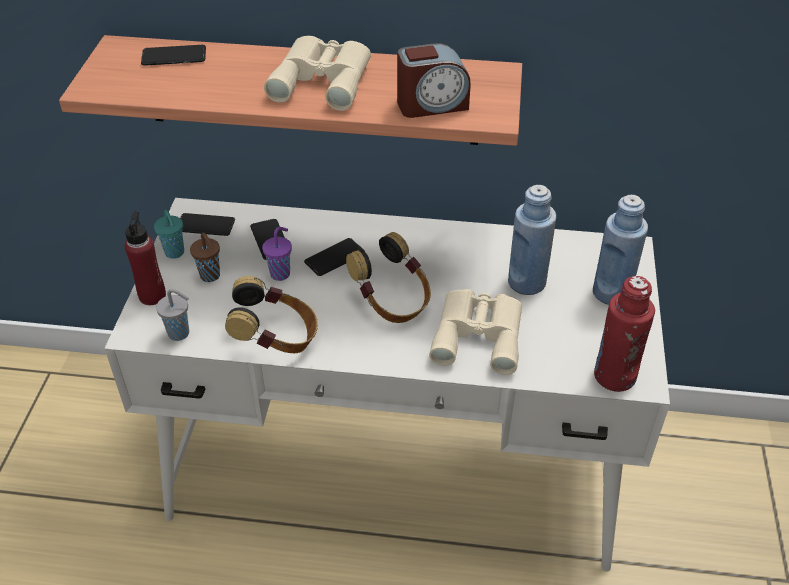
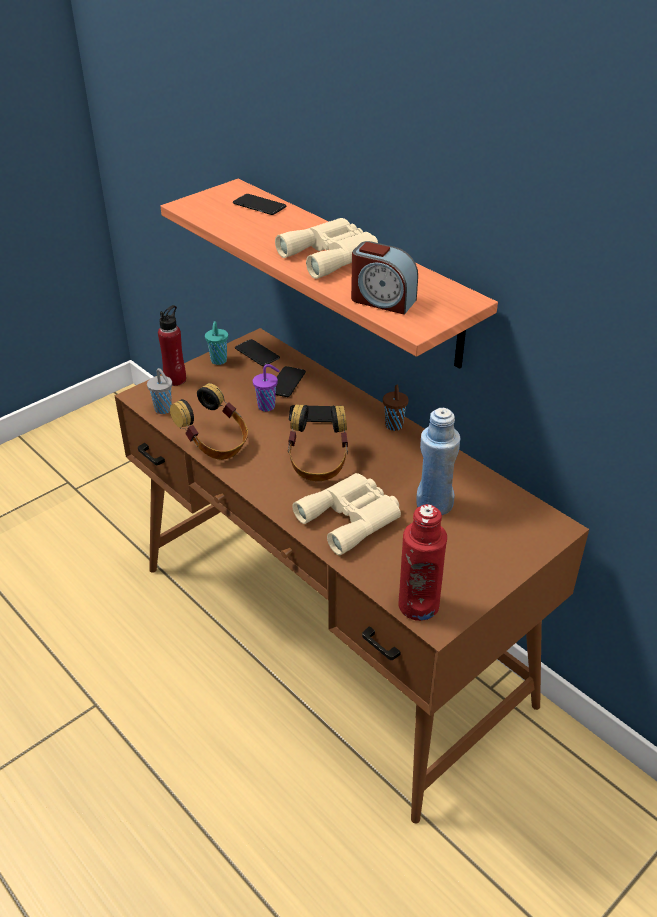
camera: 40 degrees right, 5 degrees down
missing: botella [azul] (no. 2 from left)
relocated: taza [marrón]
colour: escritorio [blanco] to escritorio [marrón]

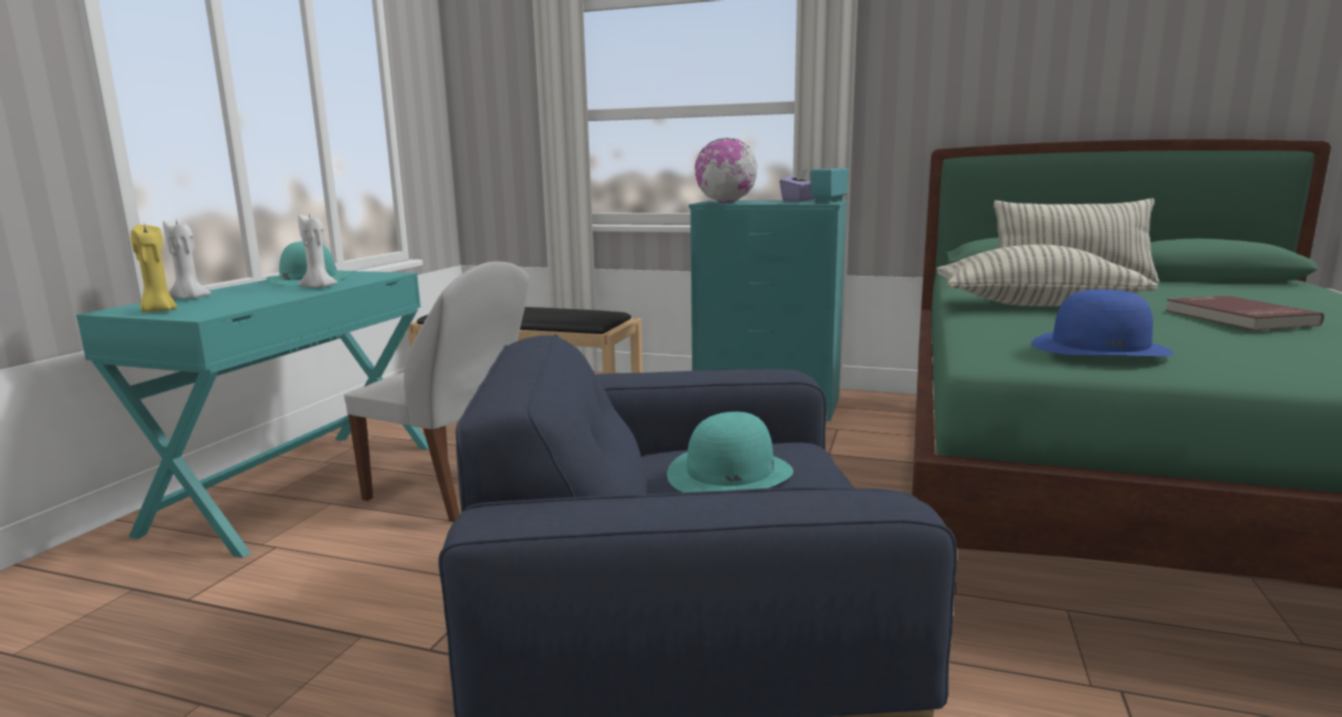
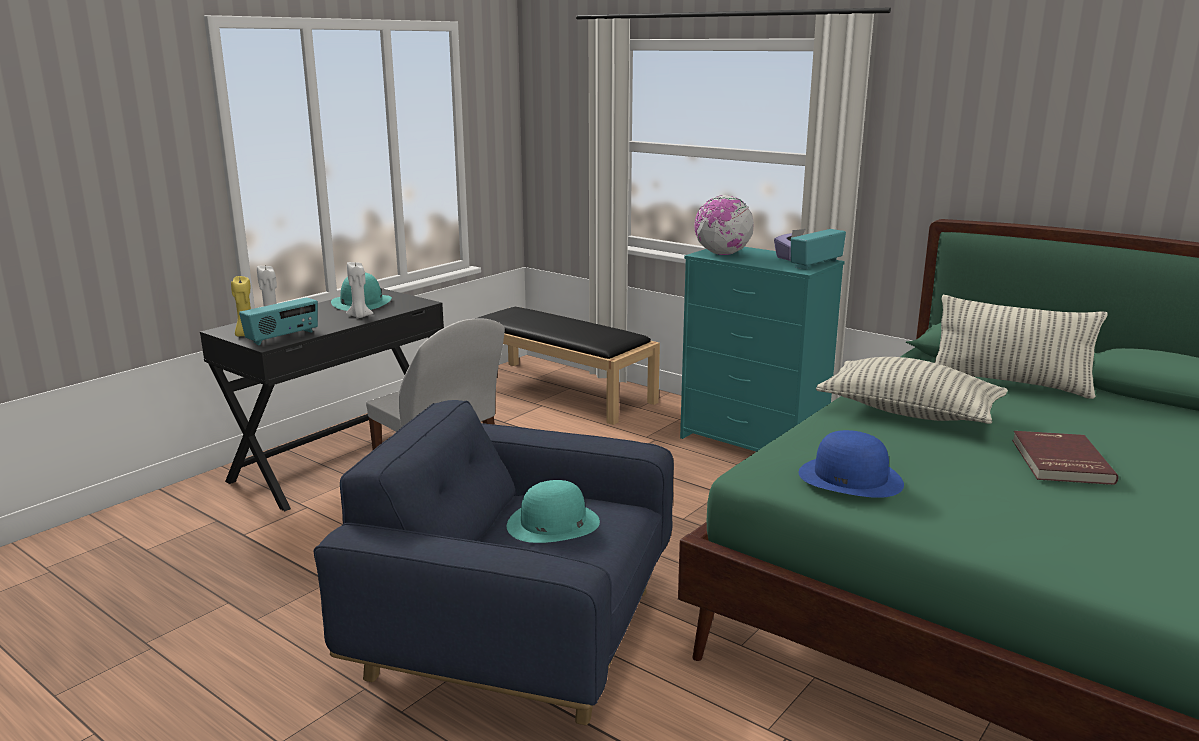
camera: 20 degrees right, 5 degrees up
appeared: radio (no. 1 from left)
colour: escritorio [turquesa] to escritorio [negro]

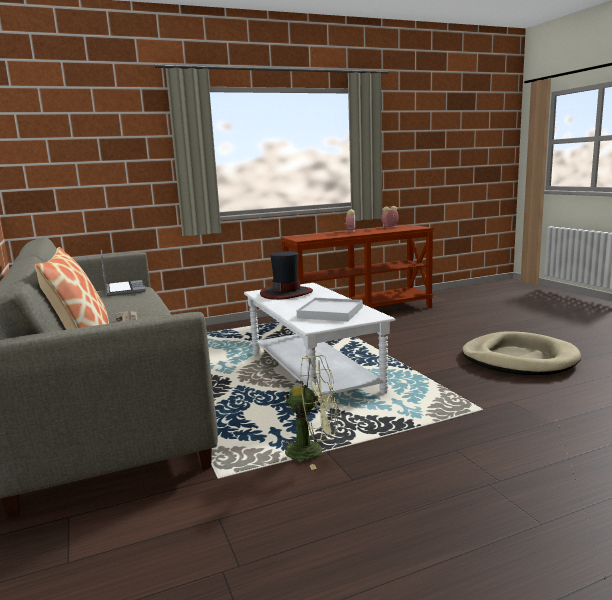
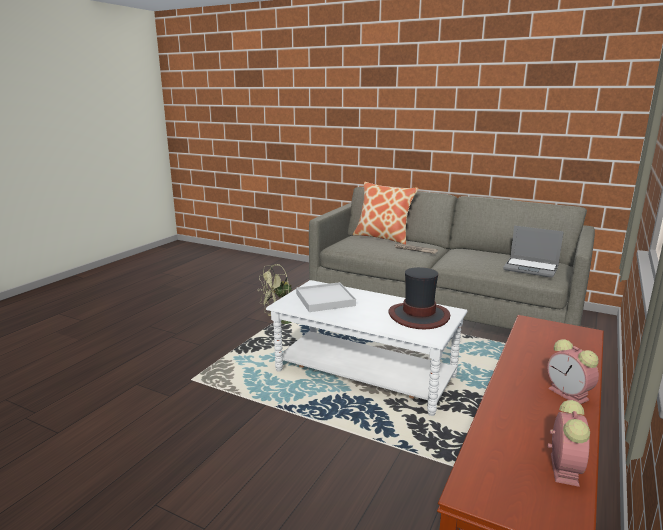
camera: 140 degrees right, 5 degrees up
missing: cama para perro [beis]

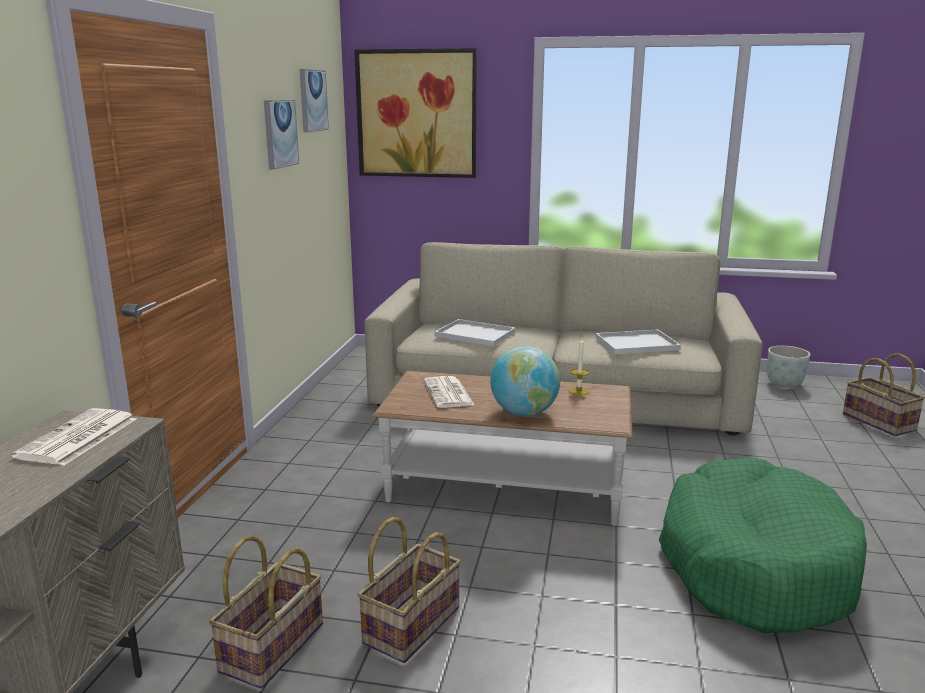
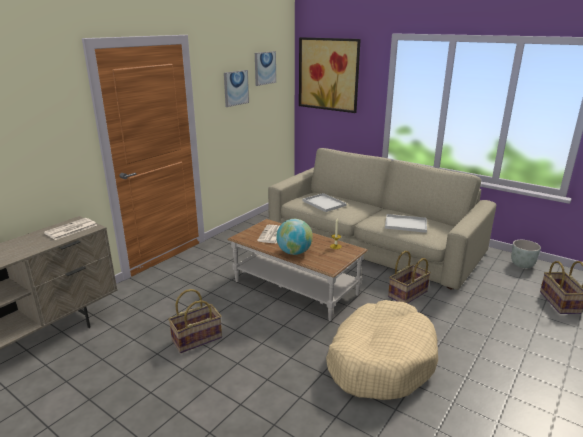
camera: 25 degrees right, 5 degrees up
relocated: cesta (no. 1 from left in the first image) to cesta (no. 2 from left)
colour: cama para perro [verde] to cama para perro [beis]

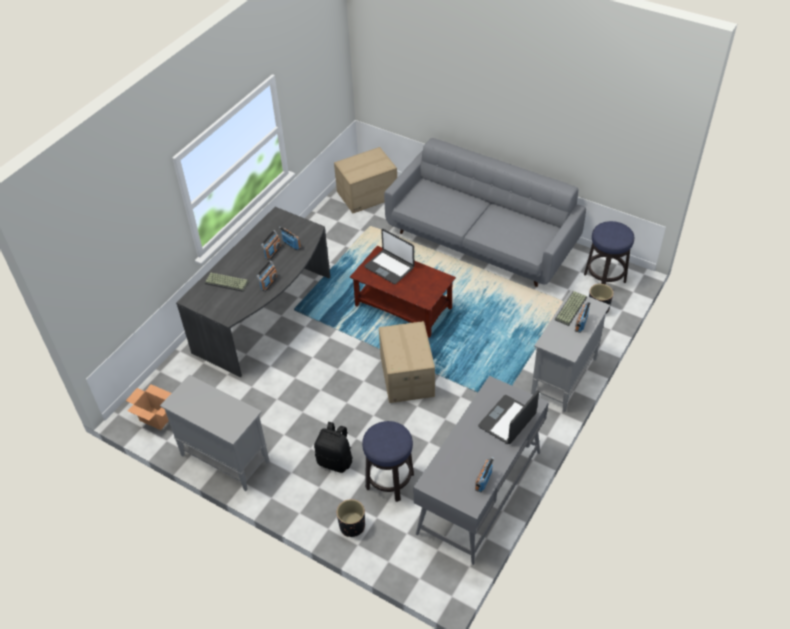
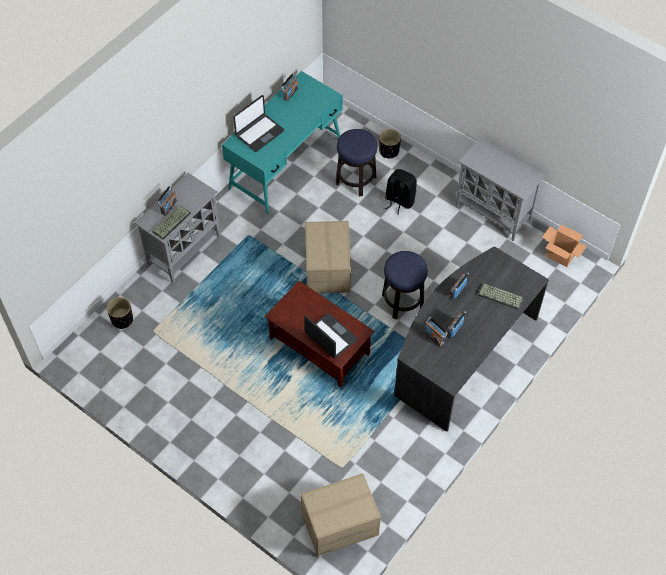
camera: 175 degrees left, 10 degrees up
missing: sofá [gris]
relocated: taburete (no. 2 from left)
colour: escritorio [gris] (no. 2 from left) to escritorio [turquesa]

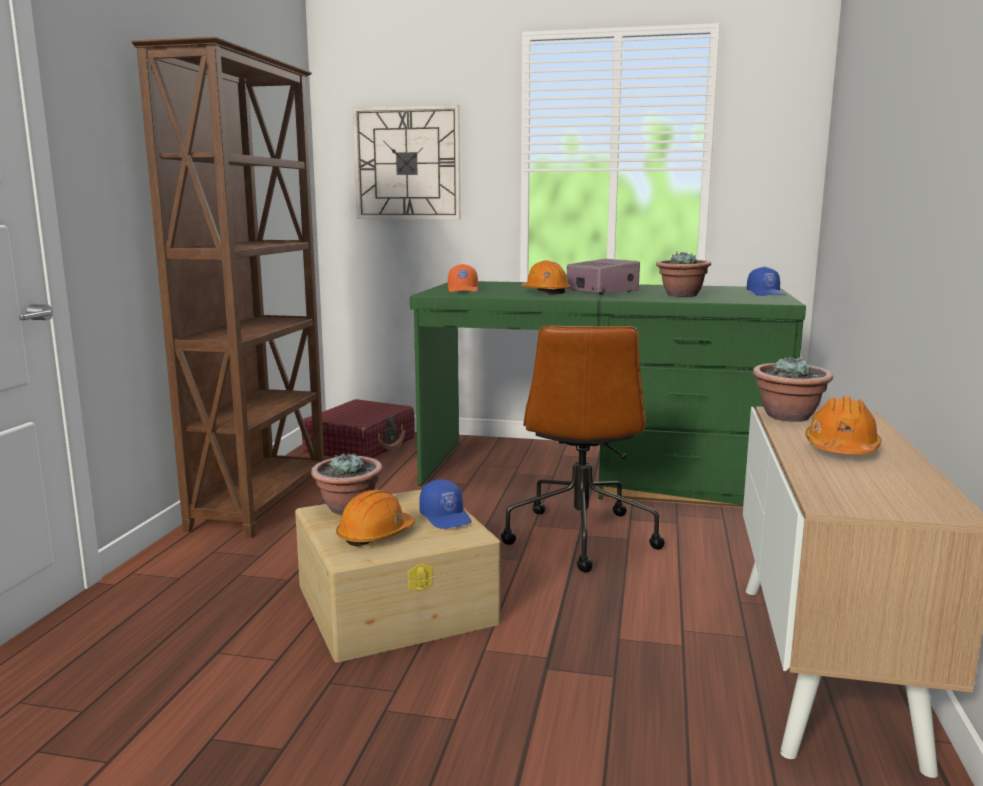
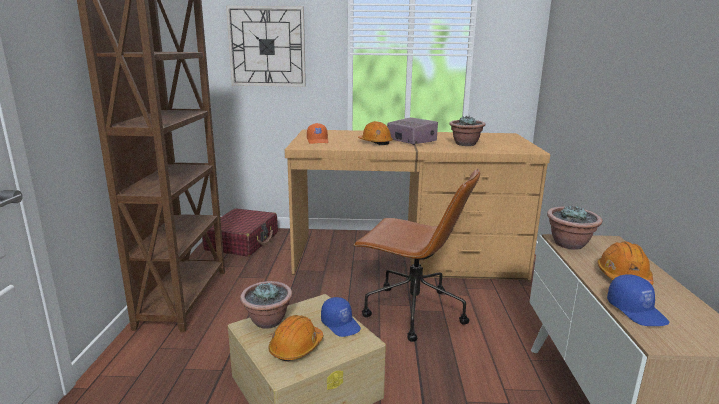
camera: 10 degrees left, 5 degrees up
relocated: gorra [azul] (no. 2 from left)
colour: escritorio [verde] to escritorio [marrón]
spun: silla de oficina [marrón] 60 degrees counterclockwise

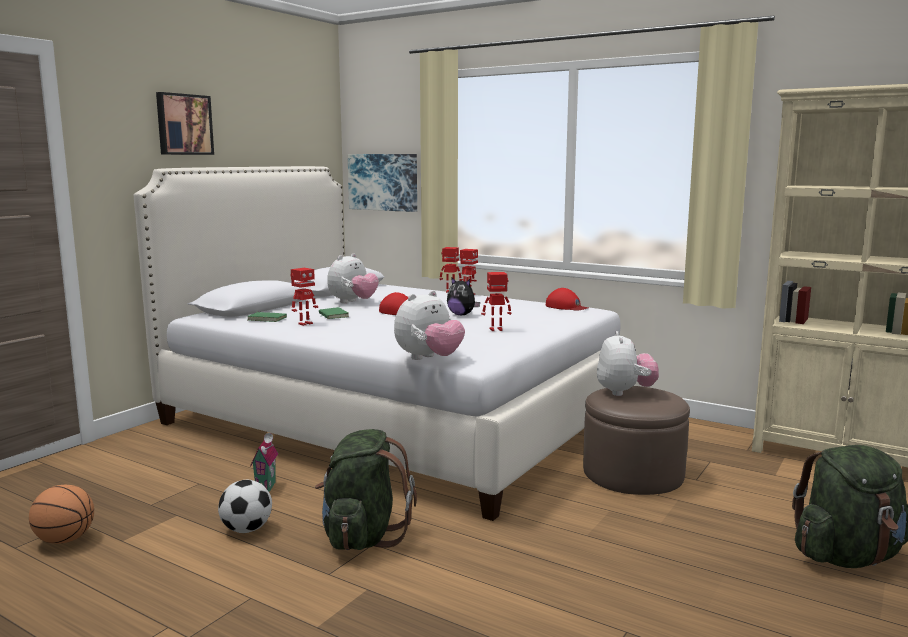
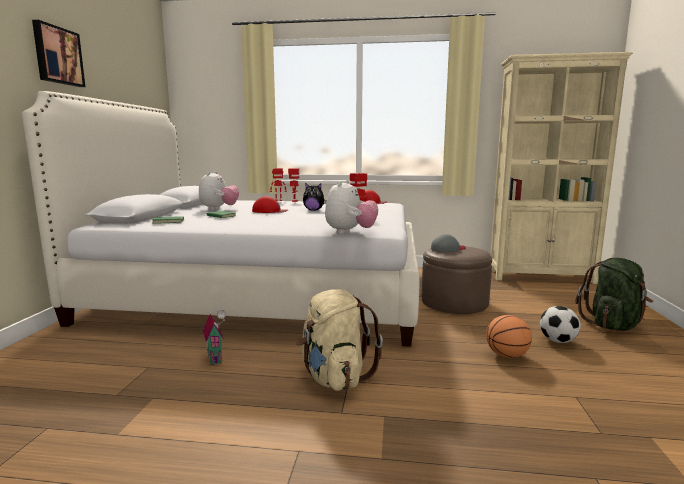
camera: 25 degrees left, 0 degrees up
missing: robot de juguete (no. 1 from left); cuadro (no. 2 from left)
relocated: balón de baloncesto; balón de fútbol
exchanged: peluche (no. 4 from left) to gorra [gris]
colour: mochila [verde] (no. 1 from left) to mochila [beis]

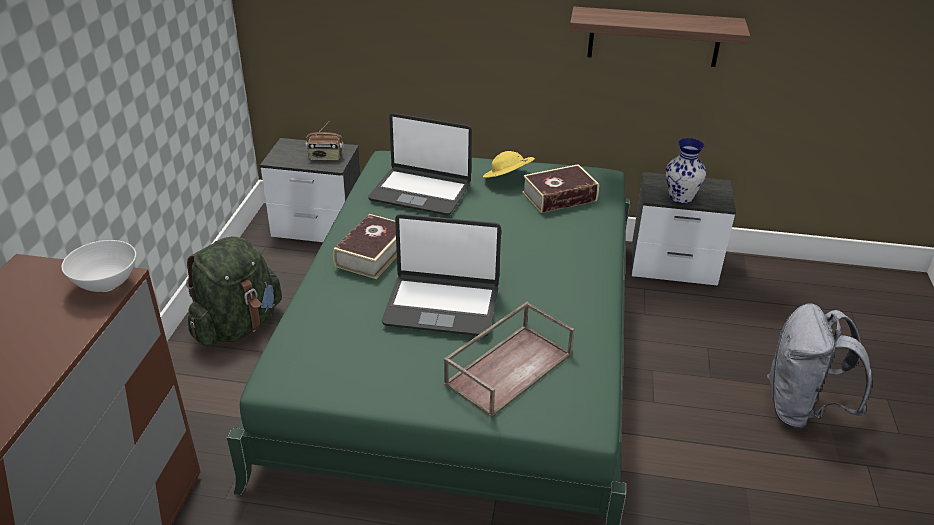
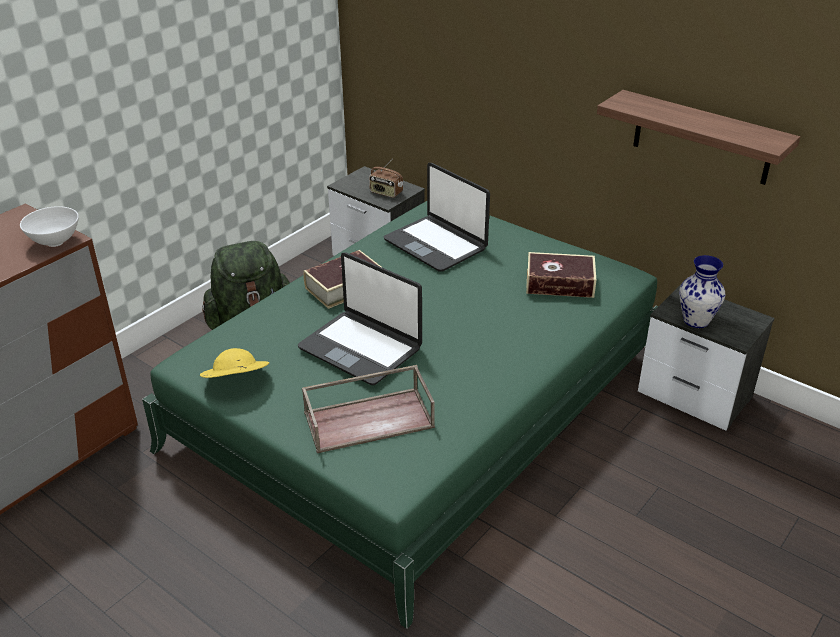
camera: 30 degrees right, 0 degrees up
missing: mochila [gris]
relocated: sombrero [amarillo]

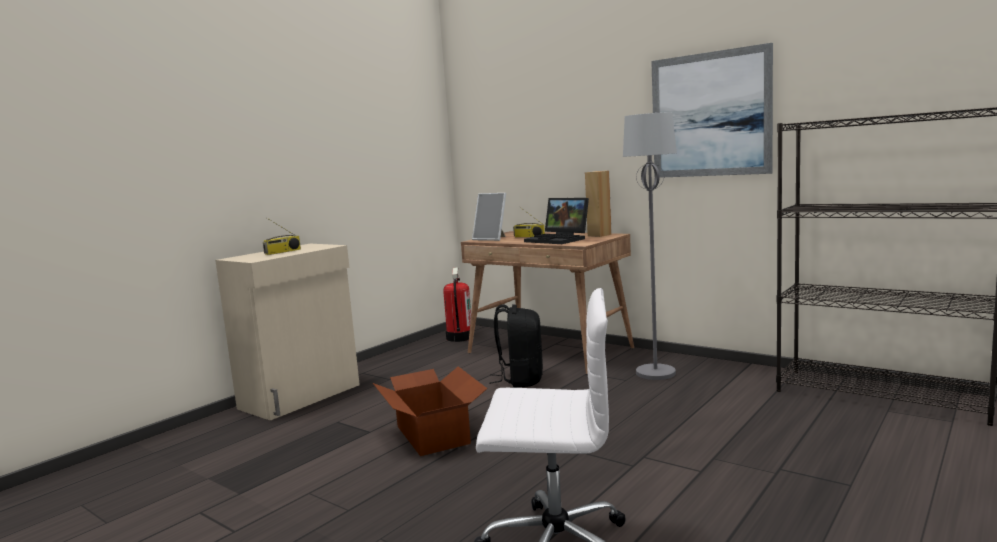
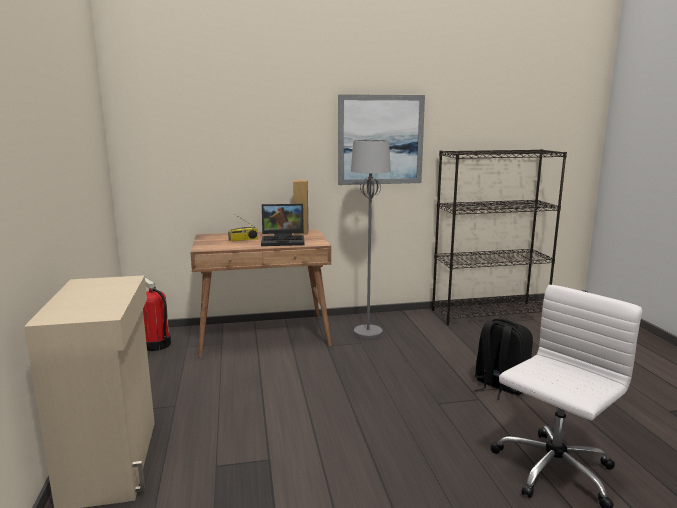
camera: 50 degrees left, 5 degrees up
missing: radio (no. 1 from left); caja de cartón; portarretratos
relocated: mochila [negro]

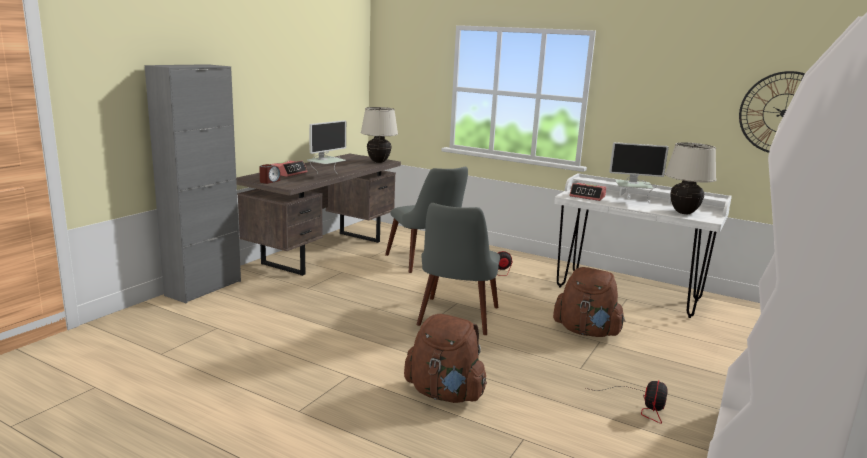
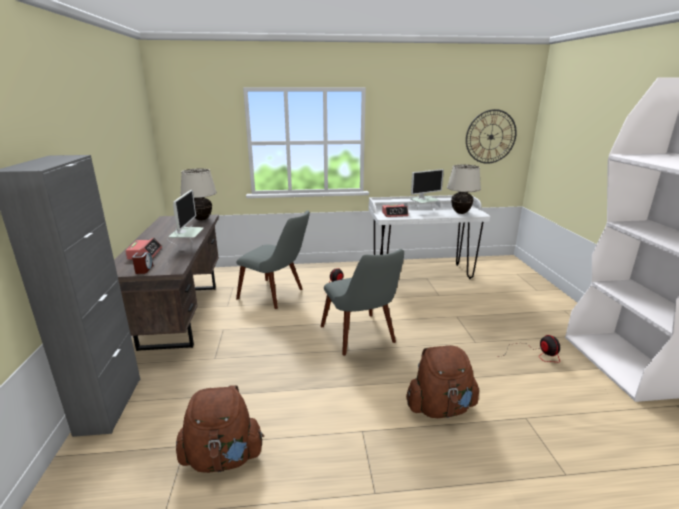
camera: 35 degrees left, 5 degrees up
relocated: mochila [marrón] (no. 2 from left in the first image) to mochila [marrón] (no. 1 from left)

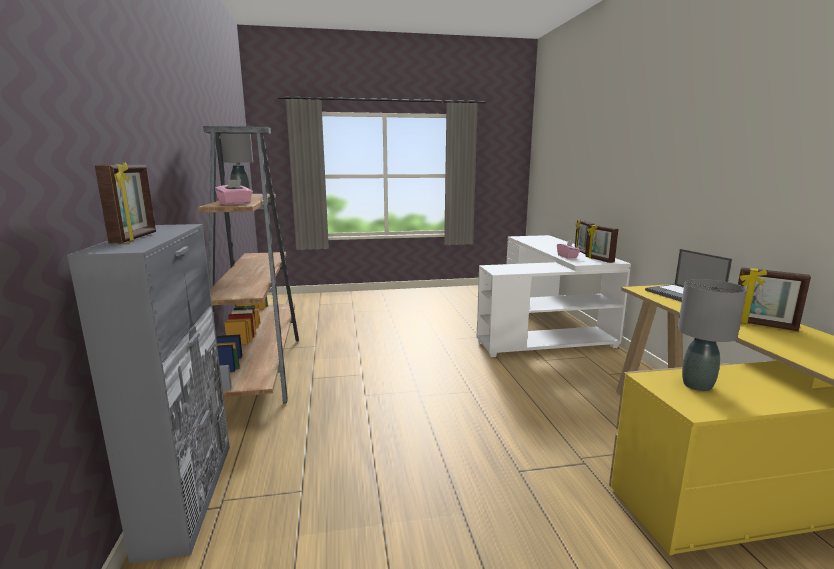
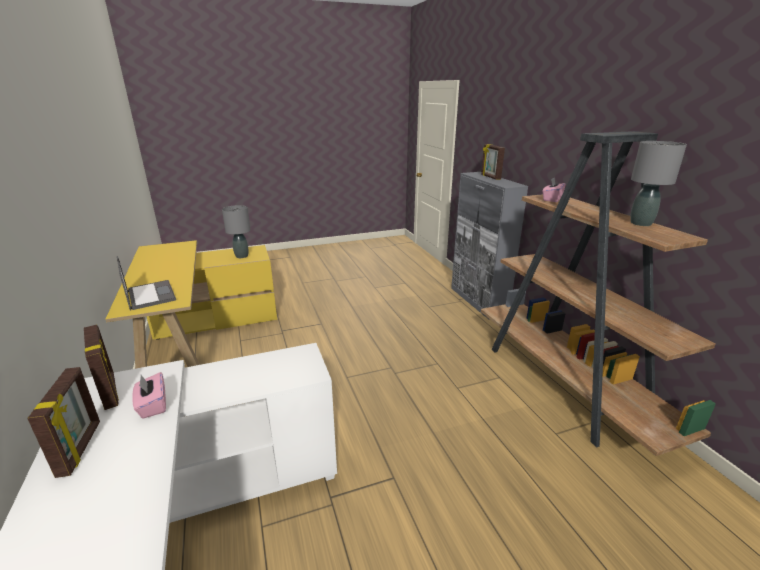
camera: 170 degrees right, 10 degrees up
missing: portarretratos (no. 4 from left)

